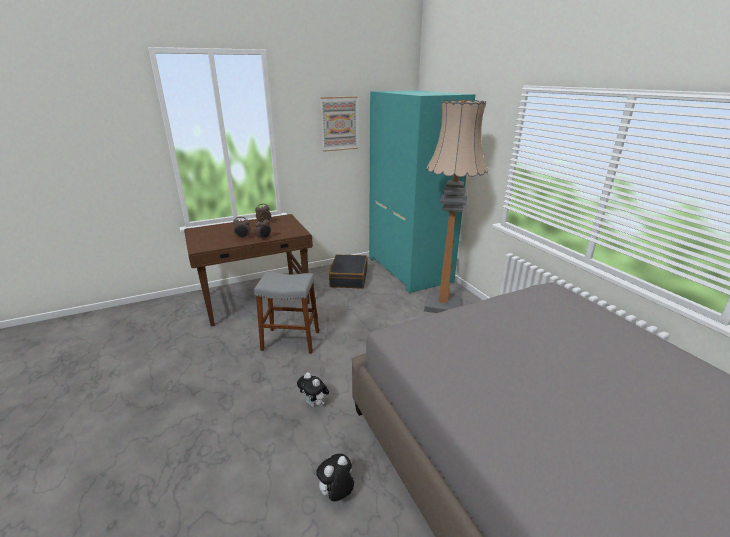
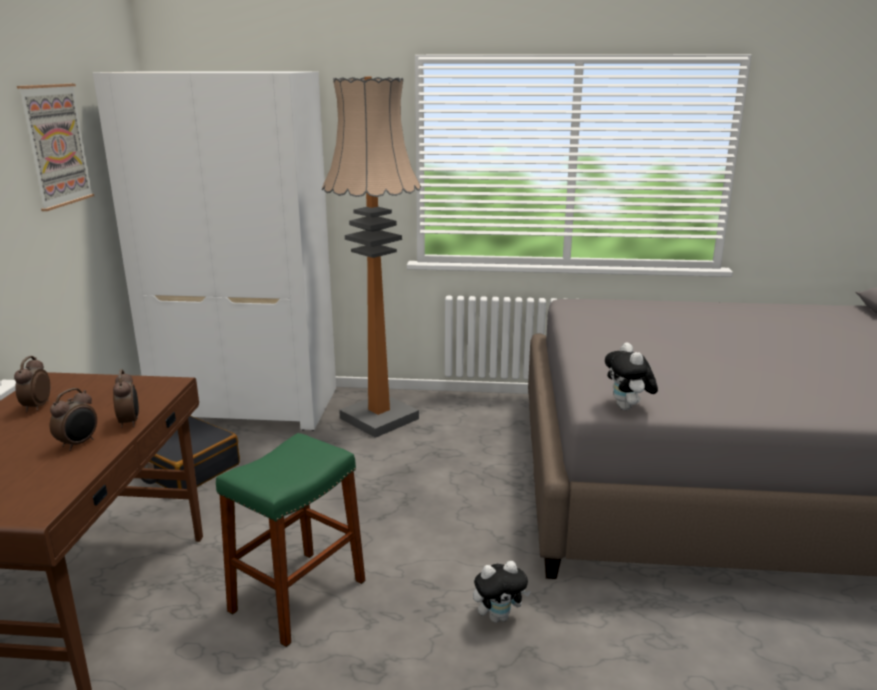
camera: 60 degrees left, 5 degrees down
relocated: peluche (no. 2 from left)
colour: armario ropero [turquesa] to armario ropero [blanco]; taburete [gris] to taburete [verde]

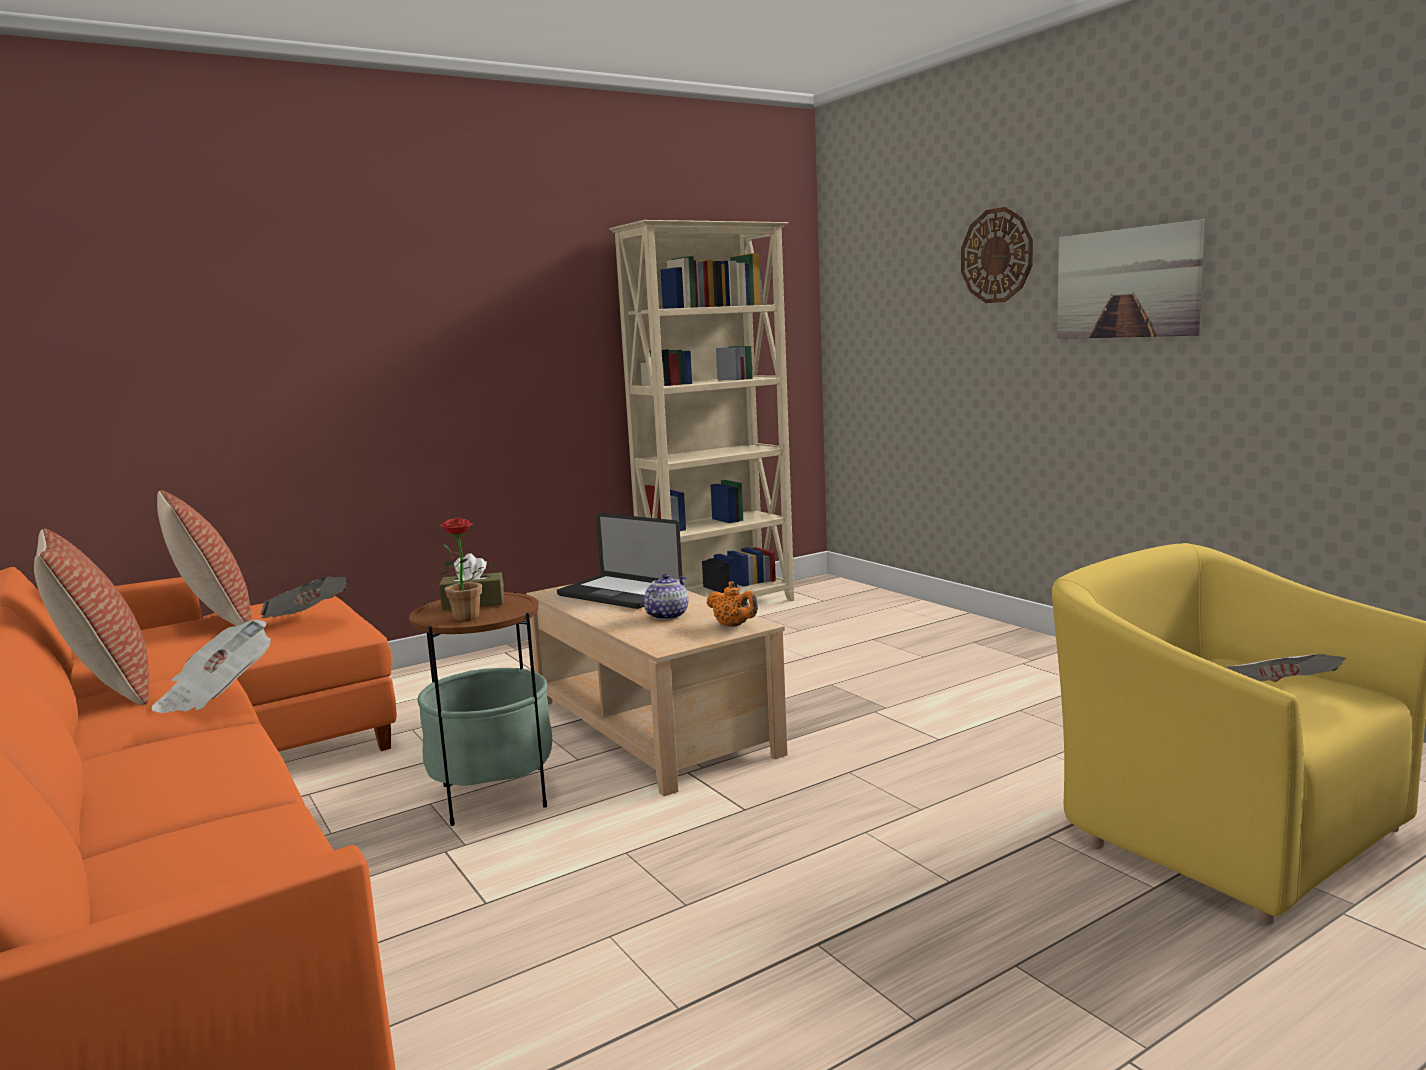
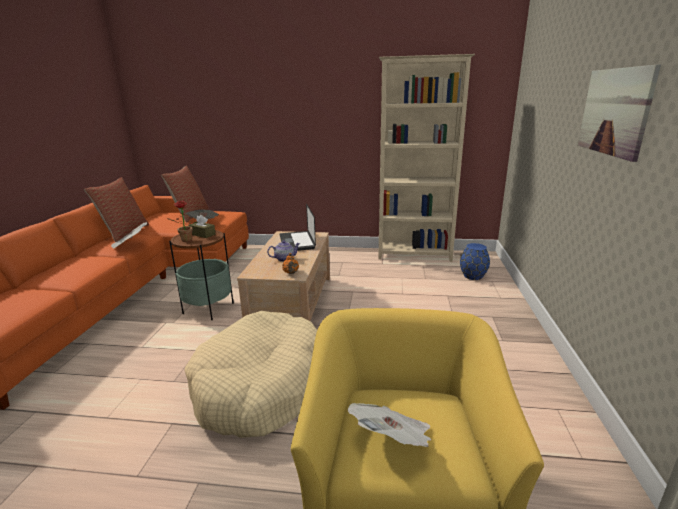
camera: 40 degrees right, 10 degrees up
missing: reloj de pared
appeared: cama para perro [beis]; florero [azul]

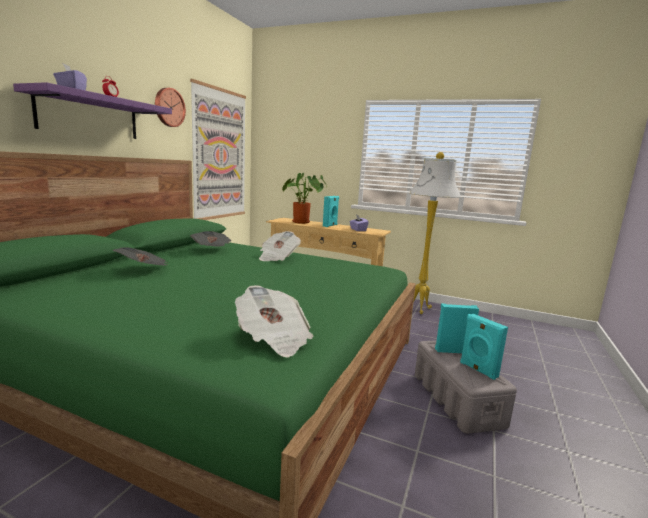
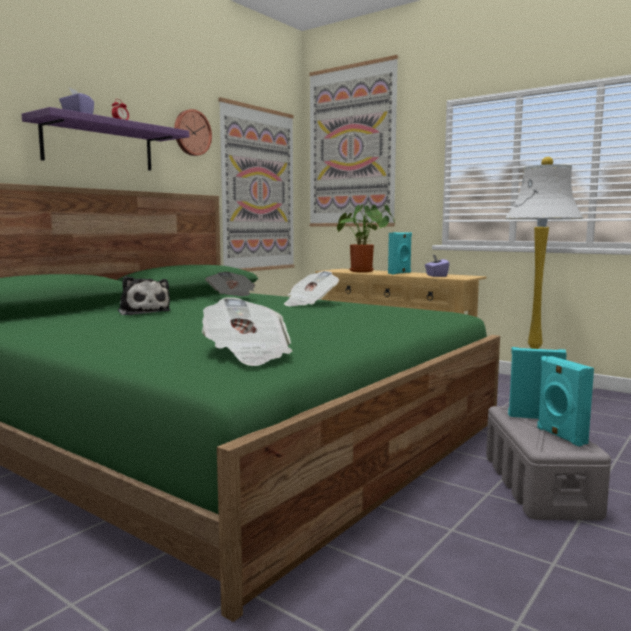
camera: 15 degrees right, 5 degrees down
appeared: cuadro (no. 2 from left)
exchanged: periódico (no. 1 from left) to peluche

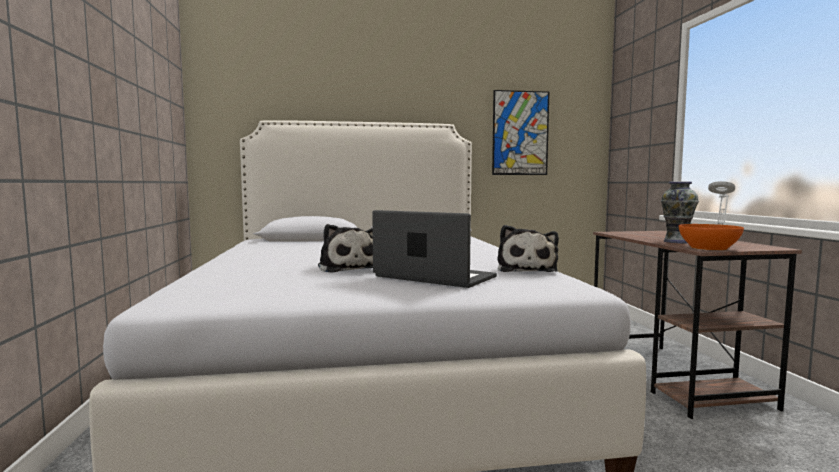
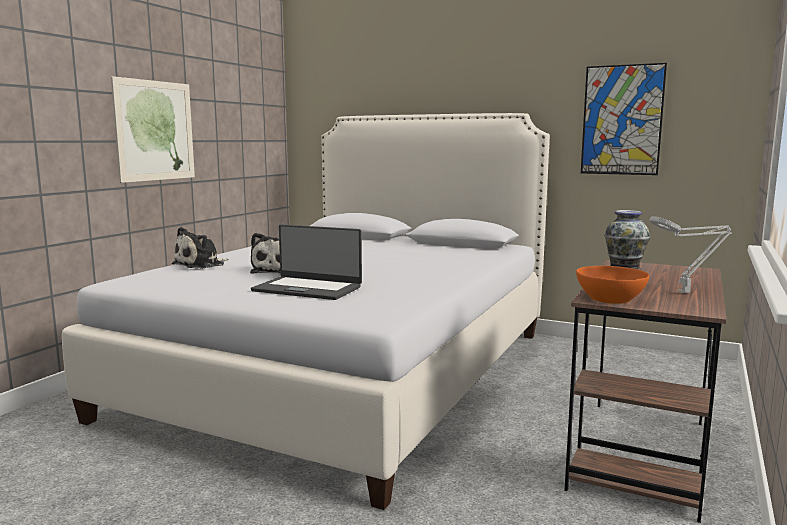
camera: 35 degrees right, 5 degrees up
appeared: cuadro (no. 1 from left)
relocated: peluche (no. 2 from left in the first image) to peluche (no. 1 from left)
spun: portátil 135 degrees clockwise

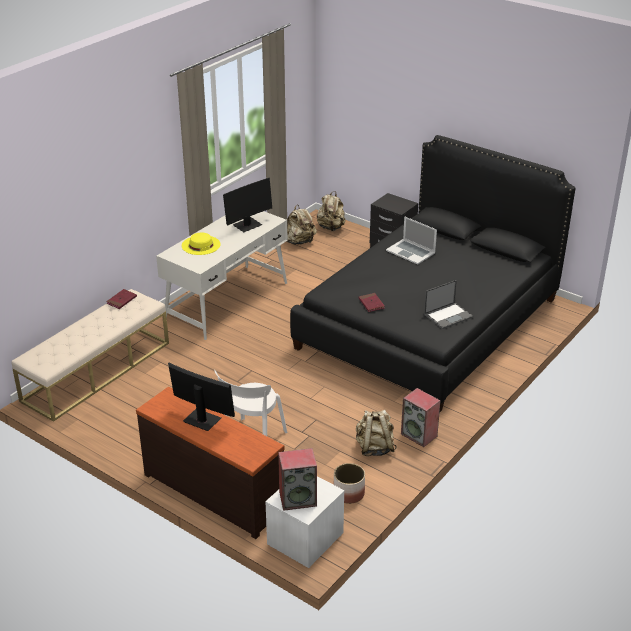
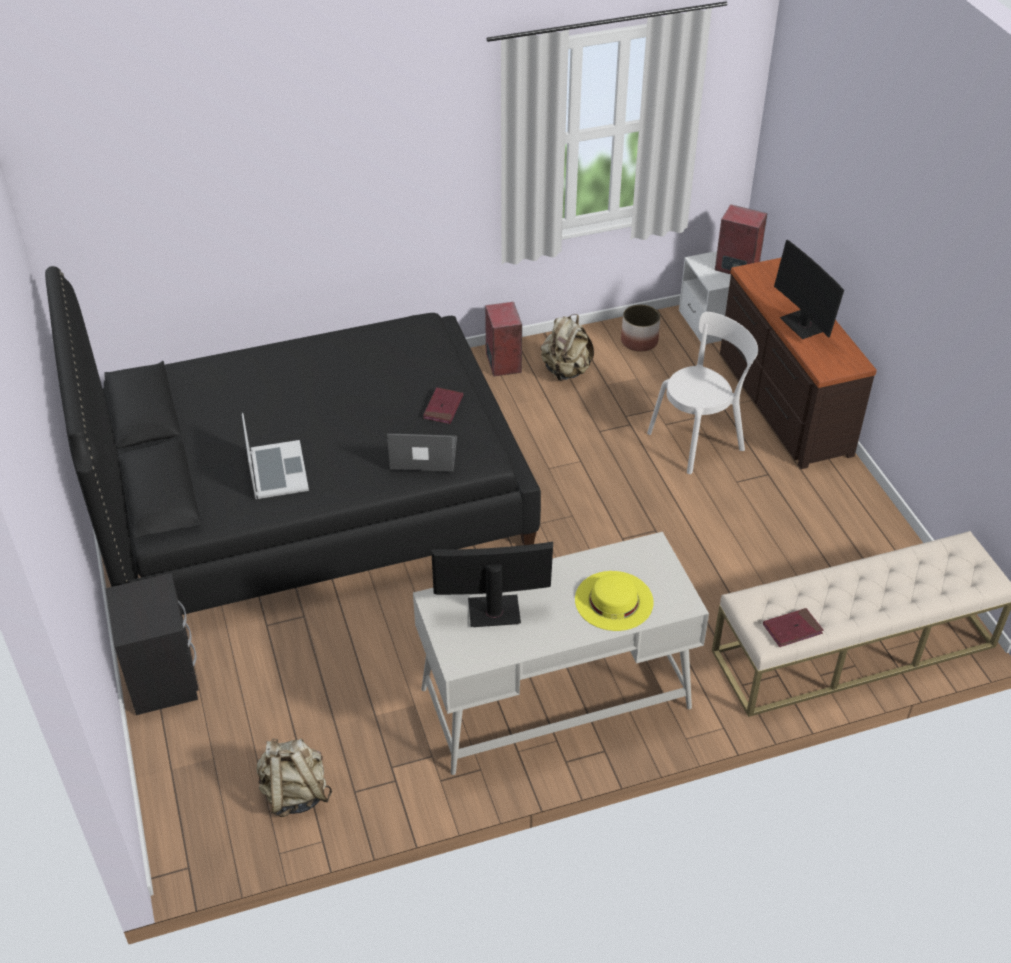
camera: 145 degrees left, 10 degrees up
missing: mochila [beis] (no. 2 from left)
relocated: portátil (no. 2 from left)

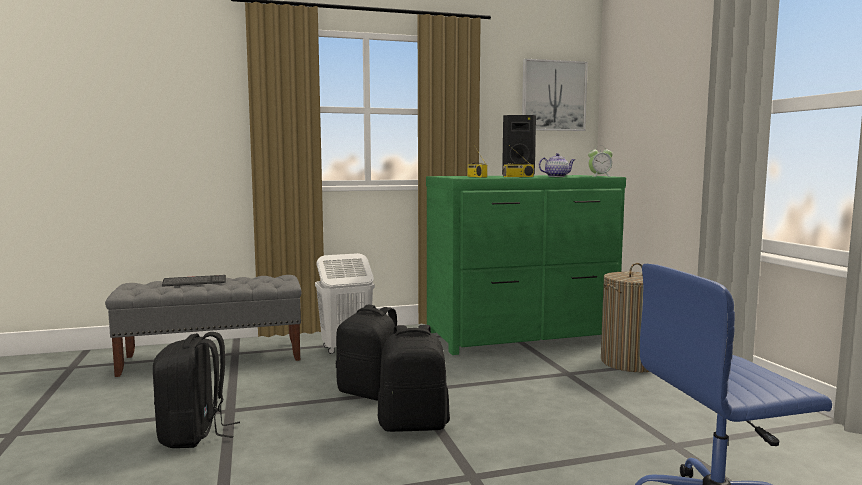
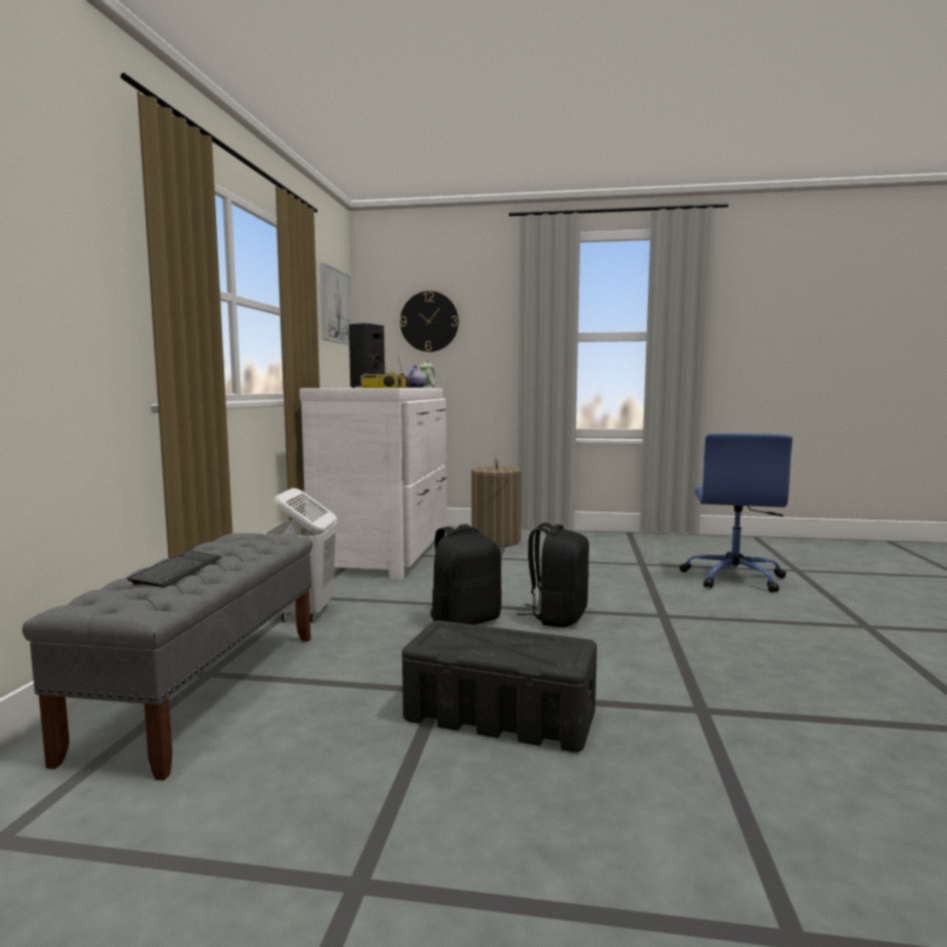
camera: 65 degrees left, 0 degrees up
appeared: reloj de pared
exchanged: mochila [negro] (no. 1 from left) to caja de almacenaje [negro]
colour: cómoda [verde] to cómoda [blanco]

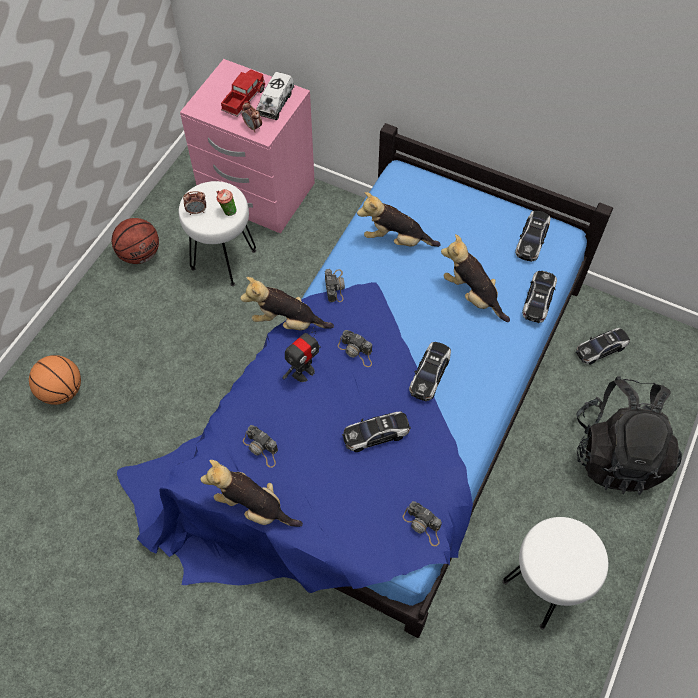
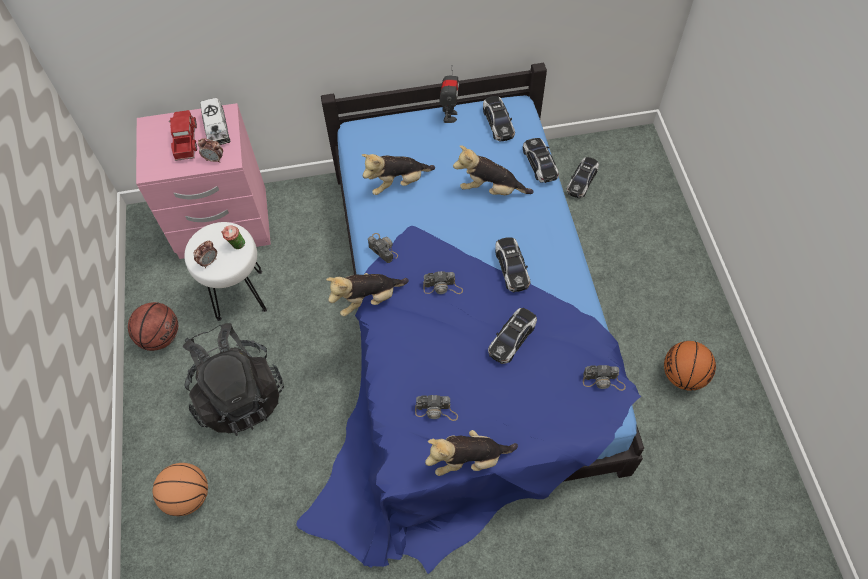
camera: 35 degrees left, 0 degrees up
relocated: mochila [negro]; robot de juguete
exchanged: taburete [blanco] (no. 2 from left) to balón de baloncesto (no. 3 from left)

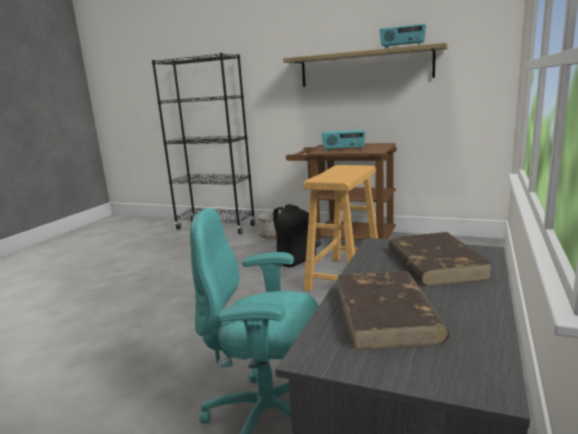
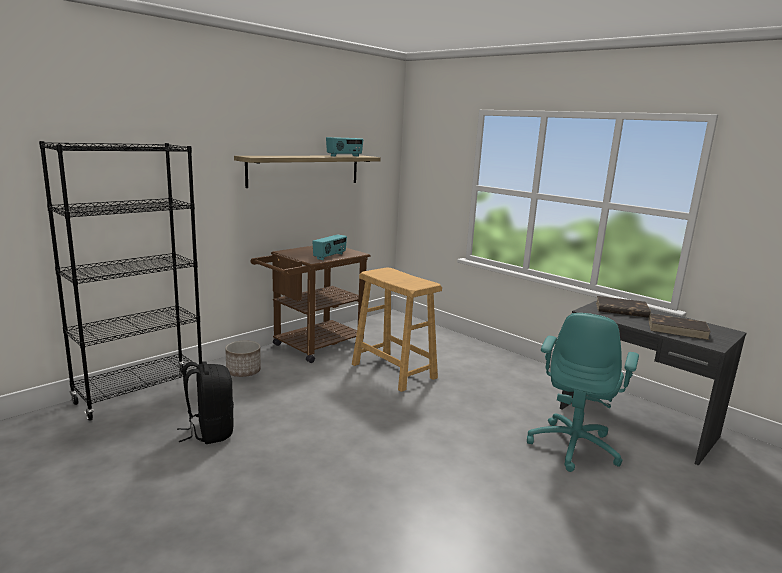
camera: 70 degrees left, 0 degrees up
relocated: mochila [negro]

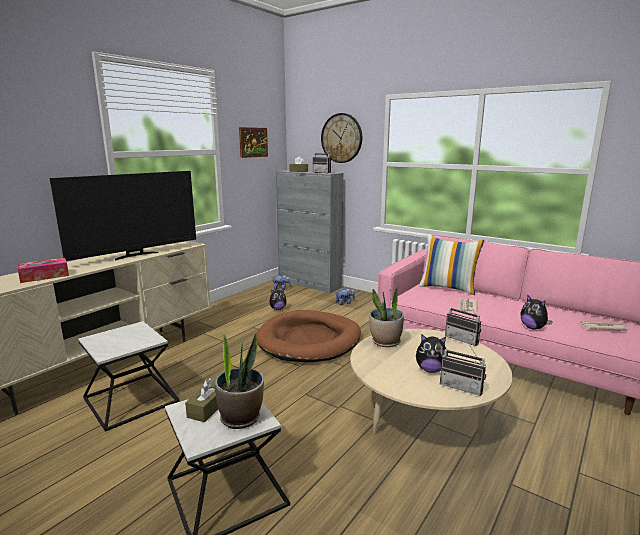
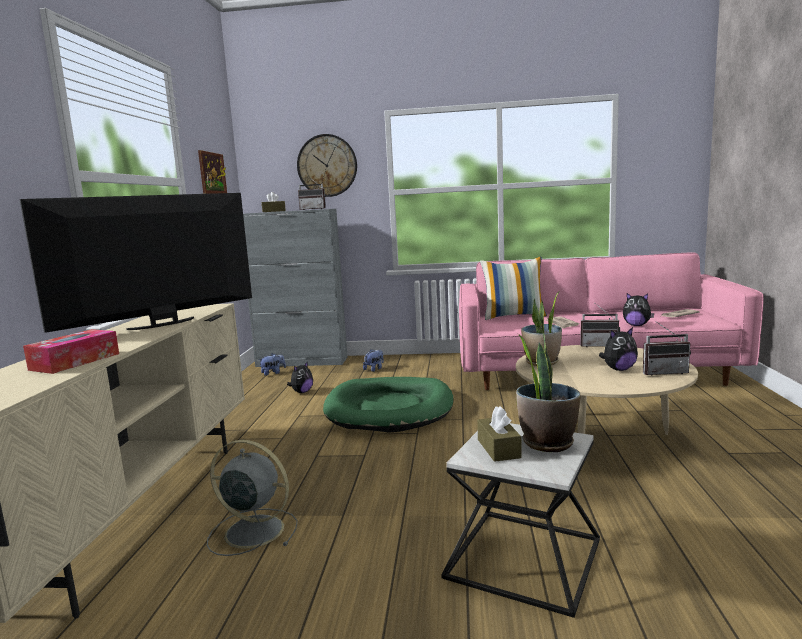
camera: 30 degrees left, 5 degrees down
exchanged: mesa auxiliar (no. 1 from left) to ventilador [gris]
colour: cama para perro [marrón] to cama para perro [verde]
spun: televisor 150 degrees counterclockwise

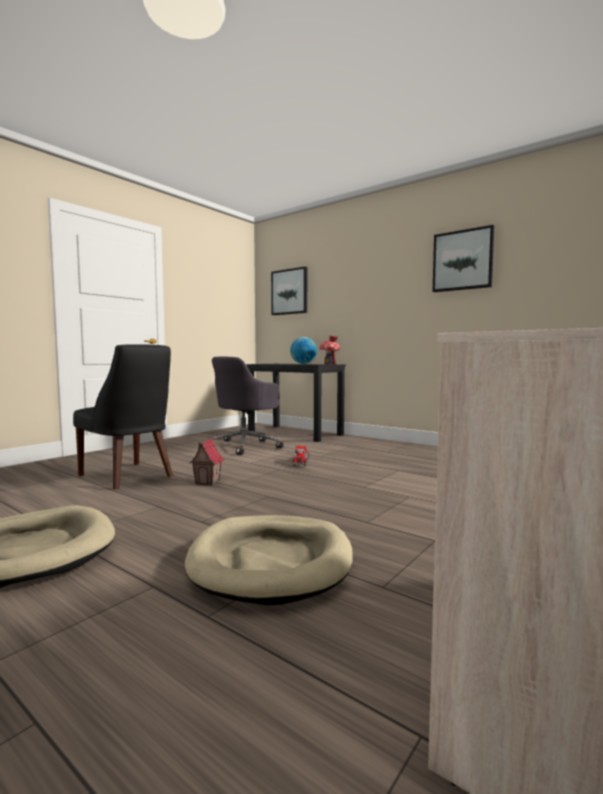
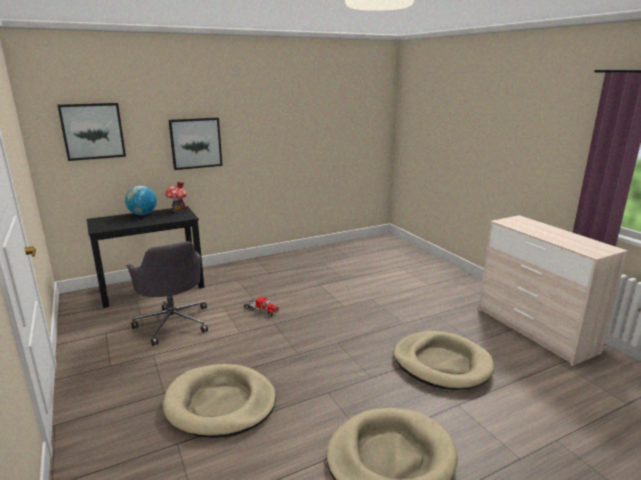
camera: 65 degrees left, 15 degrees up
missing: casita (no. 1 from left)
relocated: cuadro (no. 2 from left)
exchanged: silla [negro] to cama para perro [beis] (no. 1 from left)

